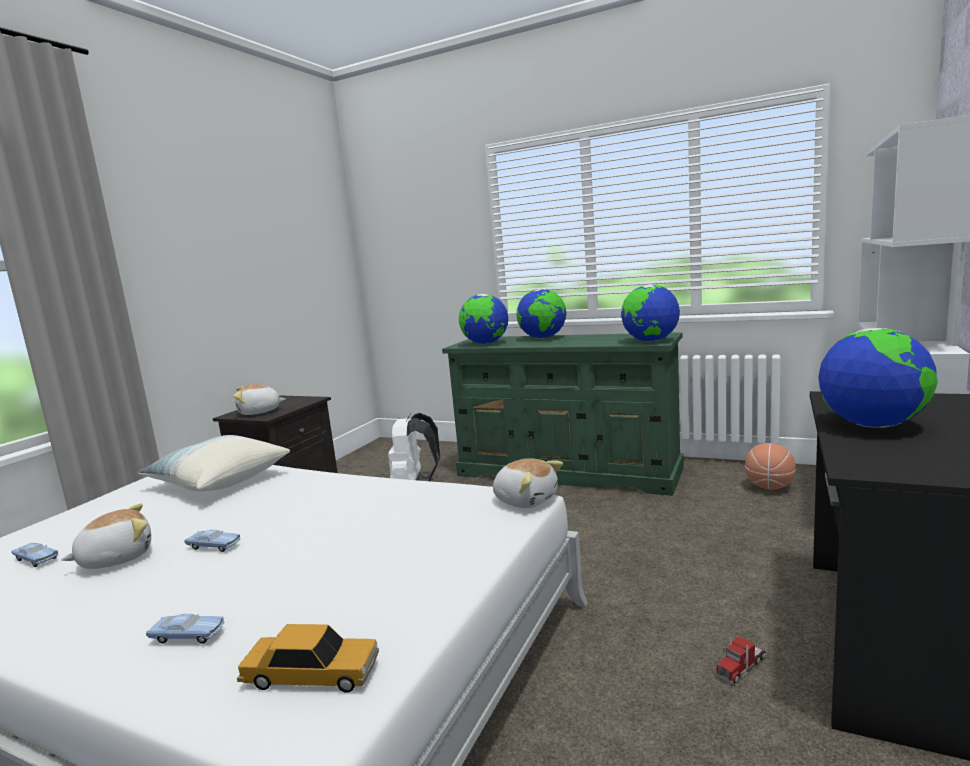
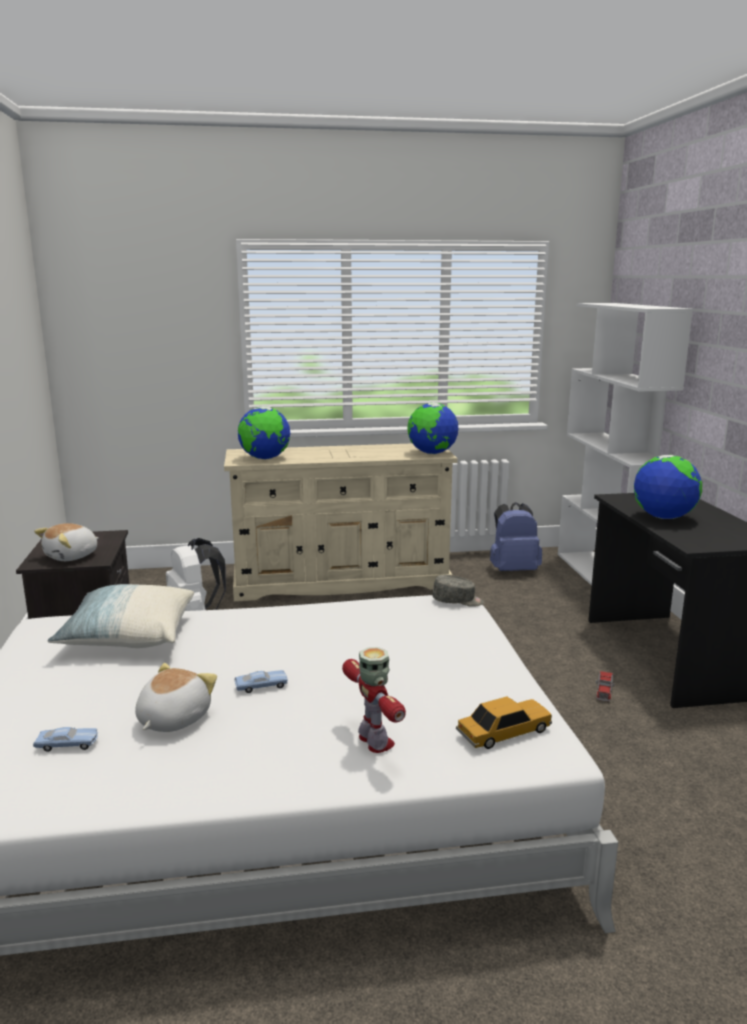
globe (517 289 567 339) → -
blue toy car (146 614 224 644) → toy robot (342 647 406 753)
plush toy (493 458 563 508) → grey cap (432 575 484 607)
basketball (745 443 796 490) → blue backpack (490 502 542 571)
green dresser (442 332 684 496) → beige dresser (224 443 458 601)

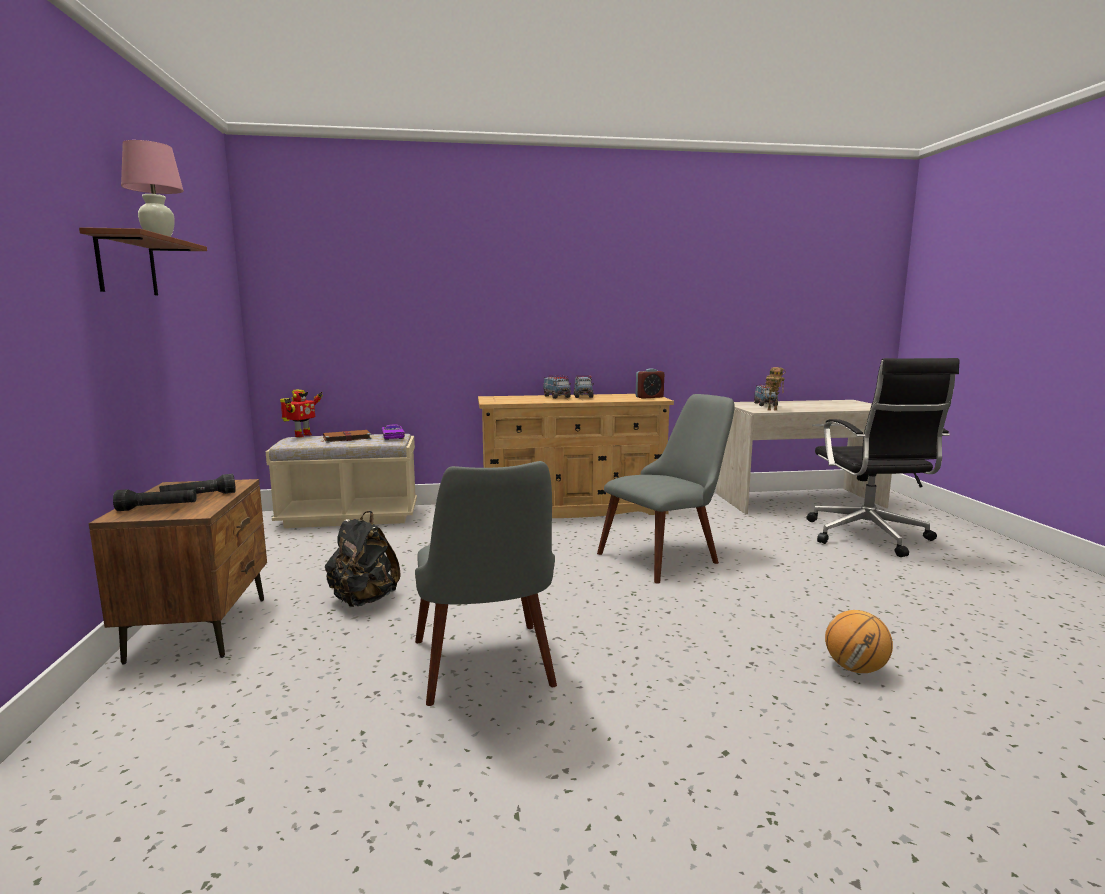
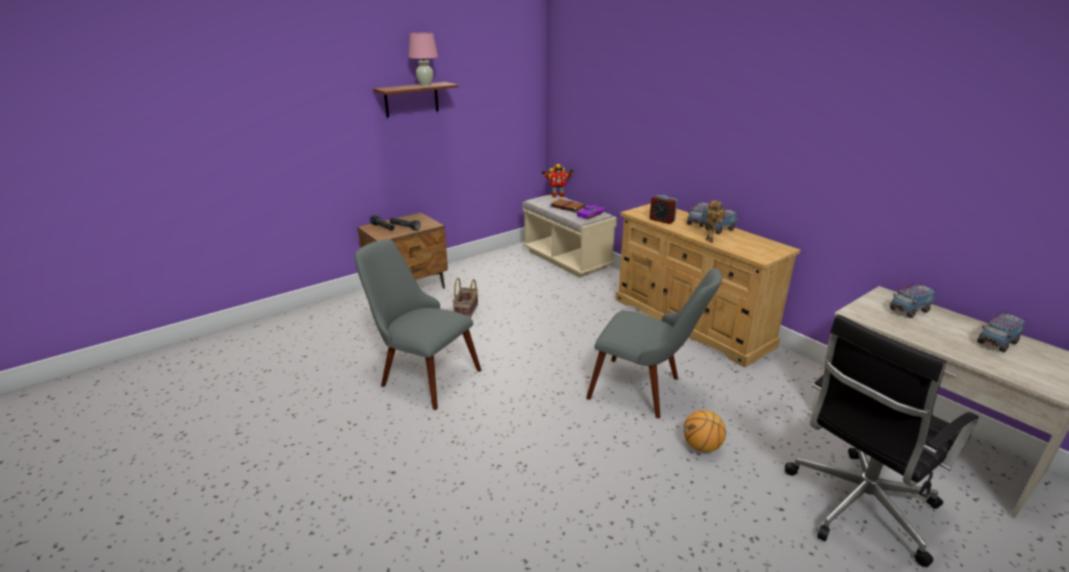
- → toy truck (977 312 1026 352)
alarm clock (636 368 664 399) → alarm clock (649 195 677 224), relocated
toy robot (765 367 785 411) → toy robot (702 201 725 243), relocated
basketball (825 610 893 673) → basketball (683 410 726 452), relocated
black backpack (325 511 401 607) → basket (452 278 478 318)
grey chair (415 461 557 706) → grey chair (354 239 481 410), 75 degrees clockwise

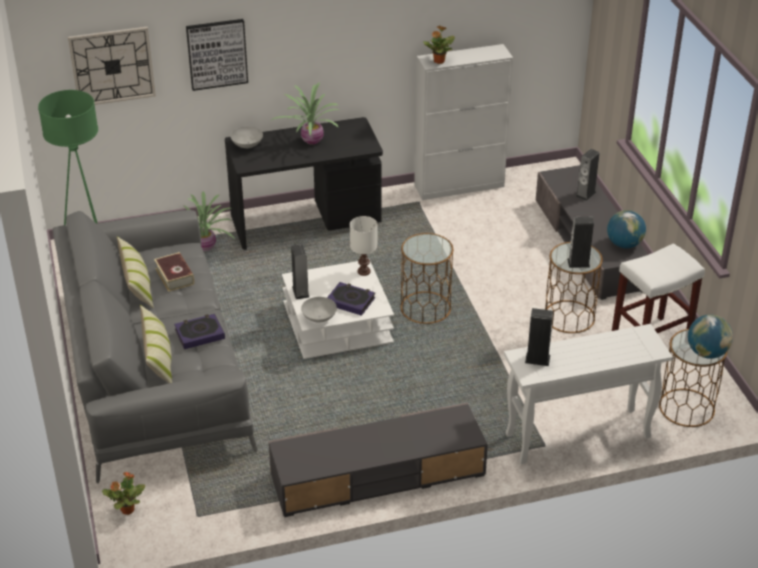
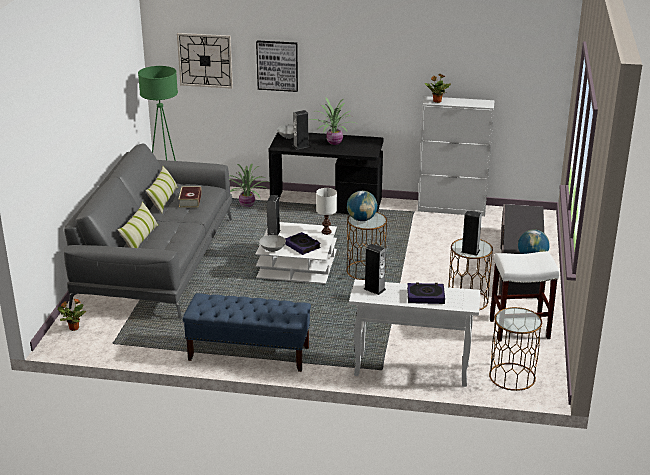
book (174 314 225 349) → book (407 282 445 304), relocated
speaker (576 149 600 201) → speaker (293 110 309 149), relocated
globe (688 314 733 359) → globe (347 191 377 221), relocated
grey tv stand (268 402 488 517) → blue bench (183 293 311 372)

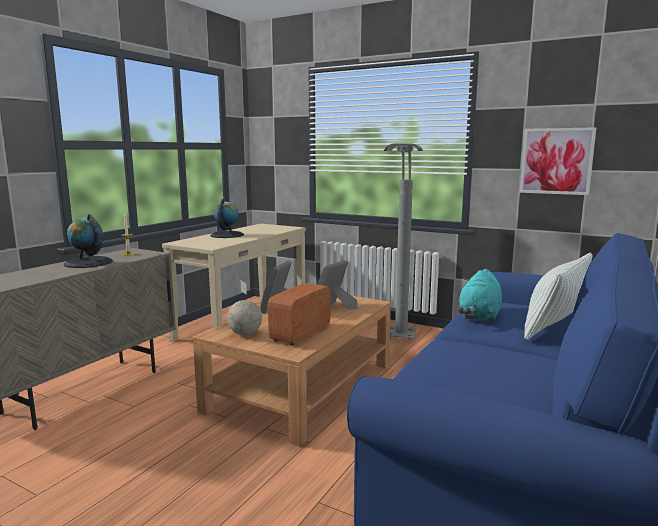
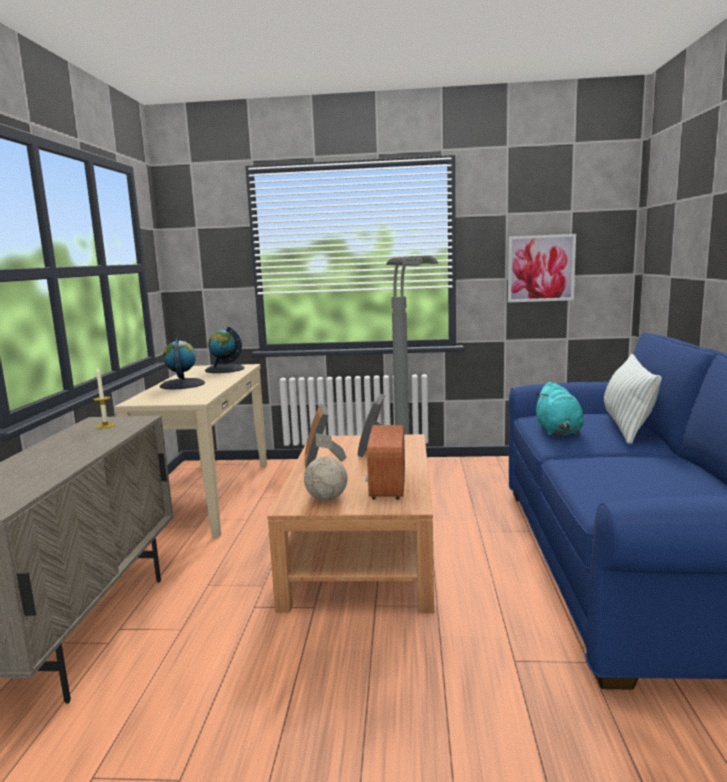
globe (64 214 113 268) → globe (205 326 244 373), relocated

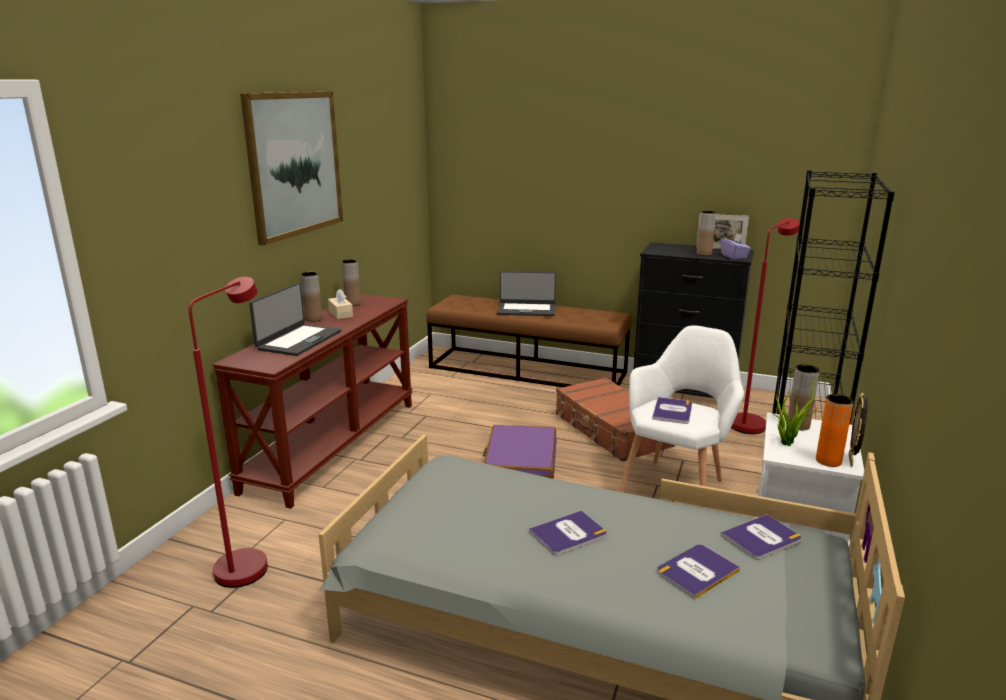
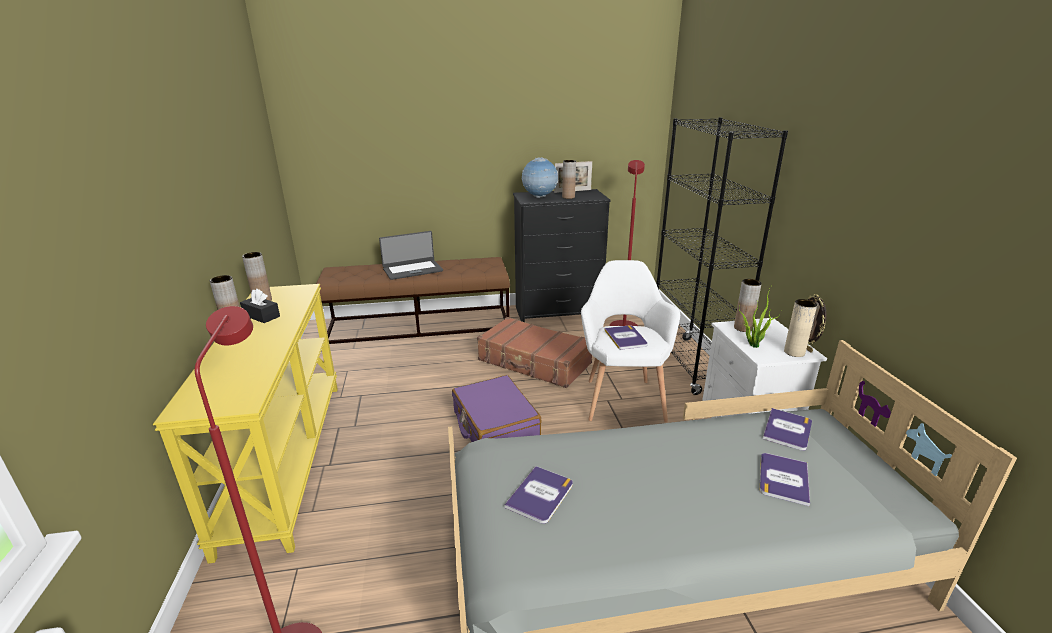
picture (240 92 343 245) → -
laptop (249 282 342 356) → -
purple tissue box (720 234 751 260) → -
- → globe (521 157 558 198)
book (529 510 607 555) → book (504 466 573 524), relocated
brown console table (212 294 413 509) → yellow console table (153 284 338 564)
beige tissue box (328 289 353 319) → black tissue box (240 289 280 323)
orange vase (816 394 854 467) → beige vase (784 299 817 357)

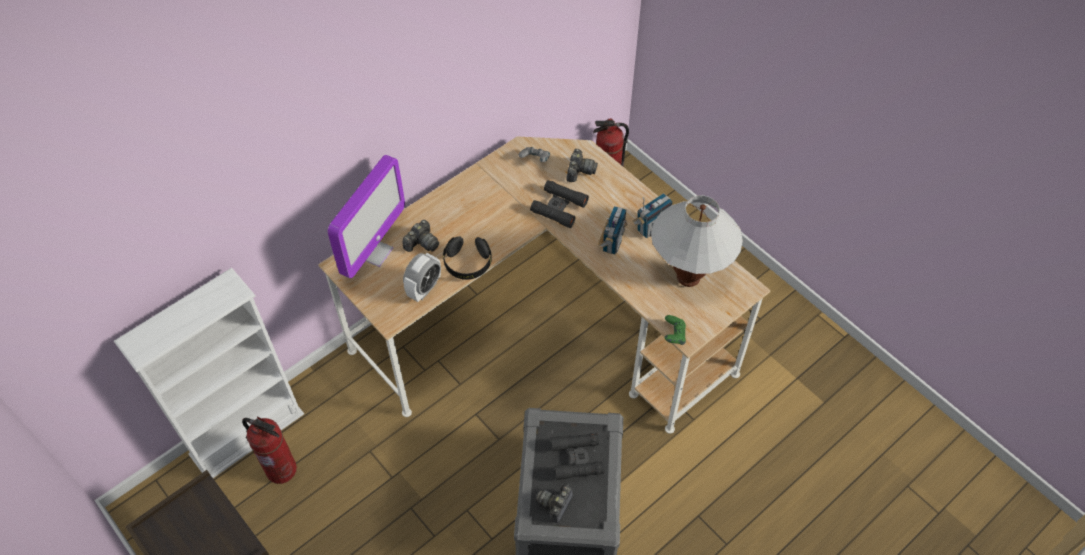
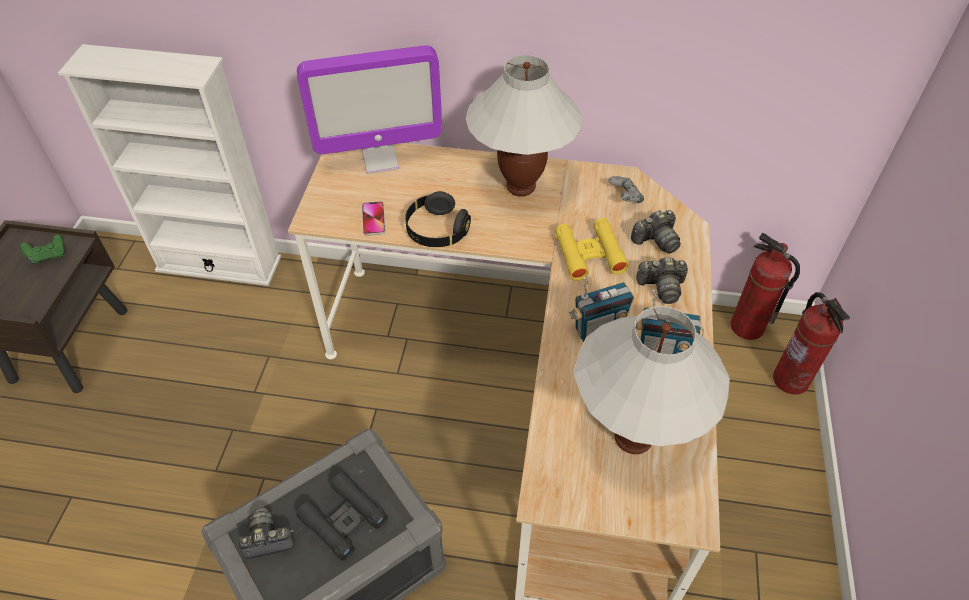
- → white table lamp (466 55 583 197)
fire extinguisher (242 416 297 484) → fire extinguisher (773 292 850 395), relocated
photo camera (402 220 439 252) → photo camera (636 257 688 304), relocated
green game controller (665 315 686 345) → green game controller (20 235 64 264), relocated
alarm clock (403 253 441 302) → phone (362 201 385 236)
black binoculars (530 180 589 228) → yellow binoculars (555 218 629 281)

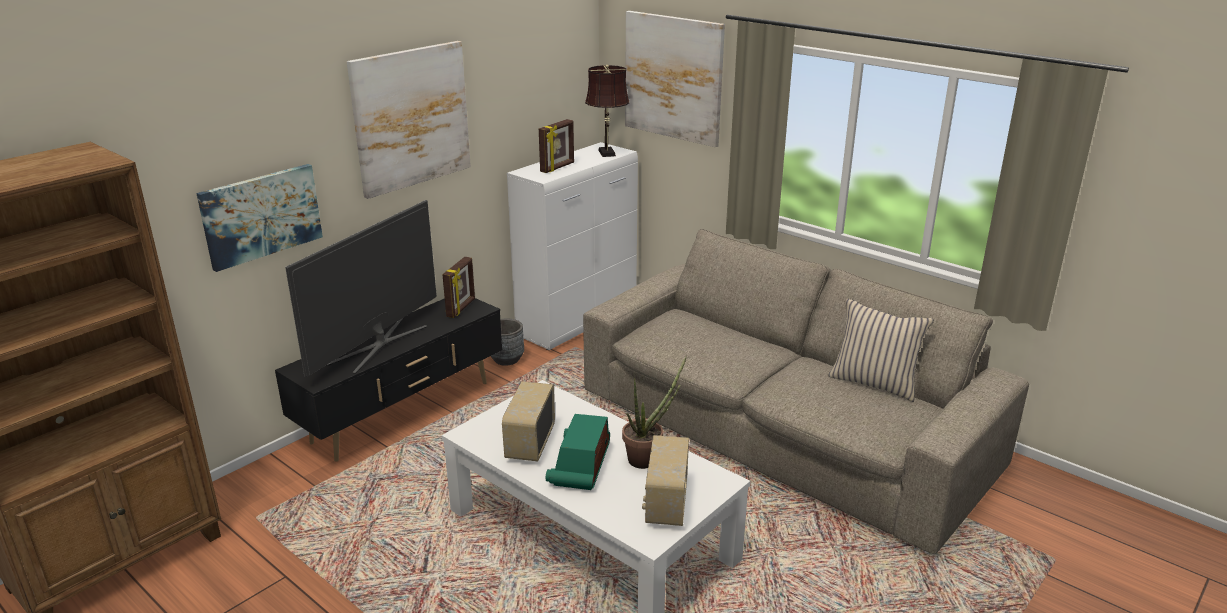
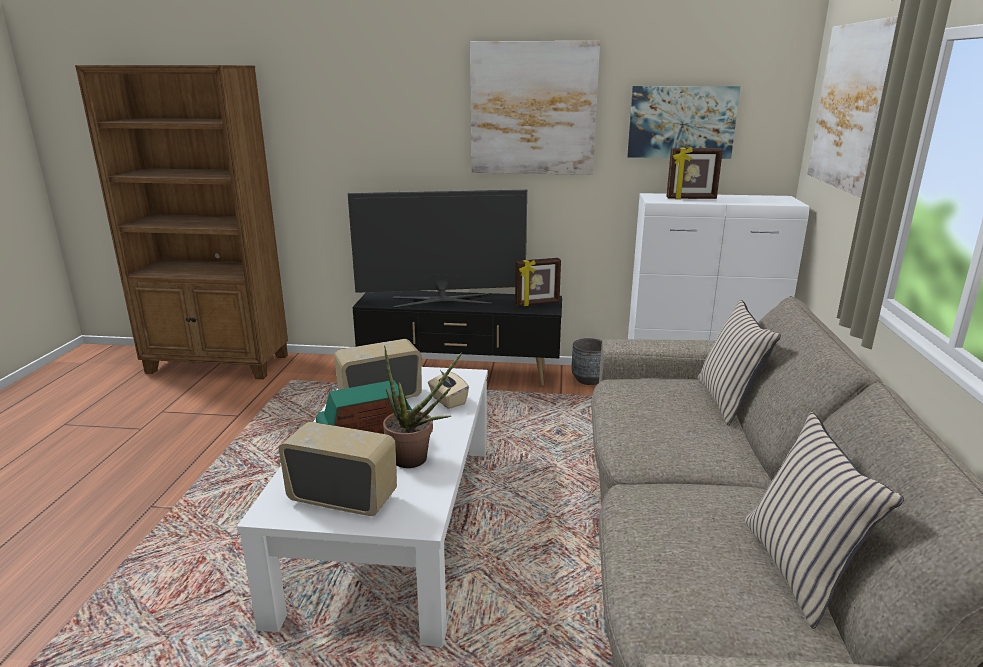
brown table lamp (585 64 629 157) → -
- → beige tissue box (428 370 469 409)
- → beige pillow (697 300 781 426)
picture (196 164 323 272) → picture (627 86 740 159), relocated
radio (642 435 689 526) → radio (279 422 397 516), 45 degrees clockwise

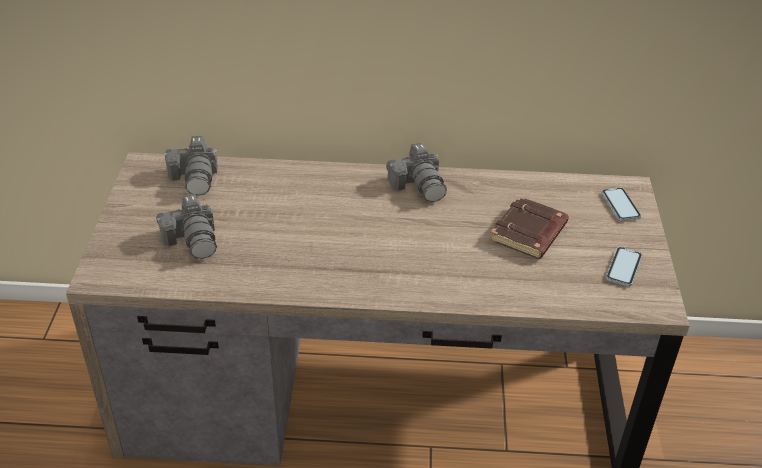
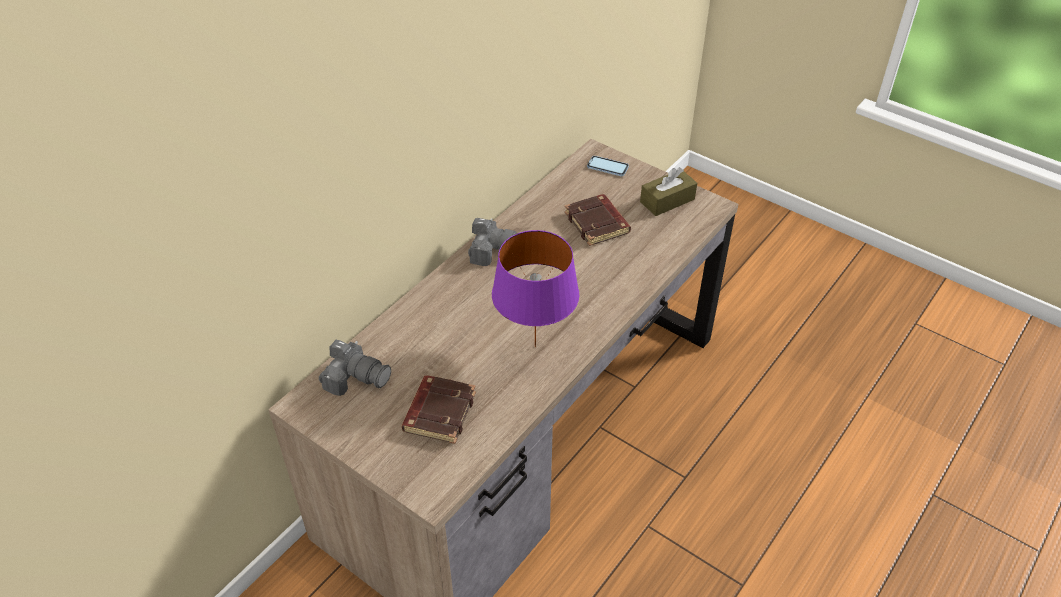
- → purple table lamp (492 230 579 347)
photo camera (156 194 217 259) → brown book (402 375 476 444)
phone (606 247 642 286) → brown tissue box (640 167 697 216)

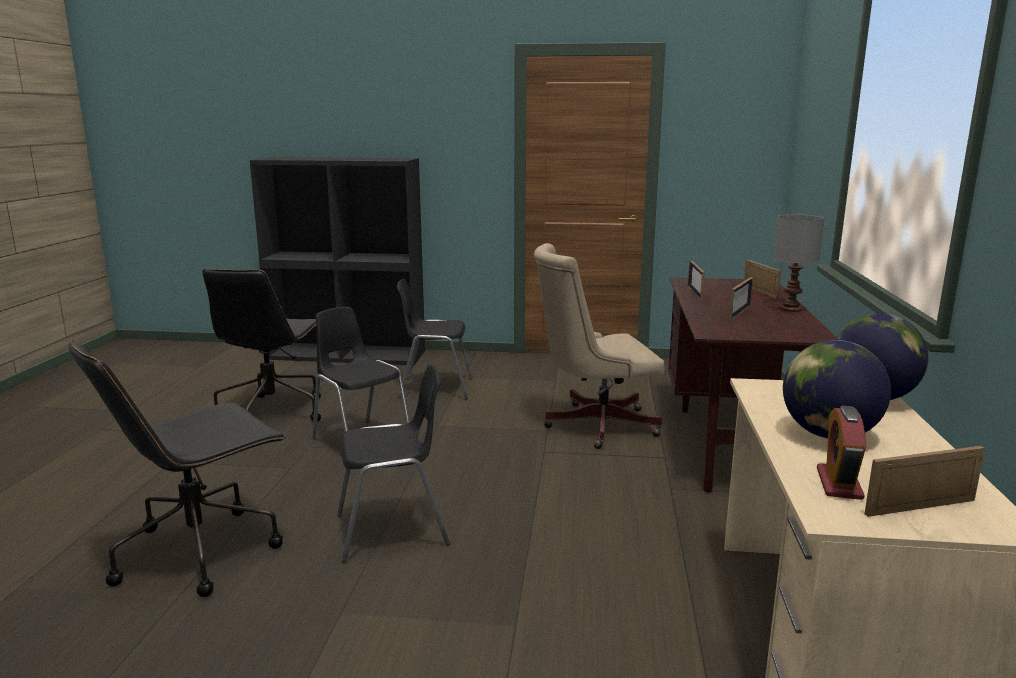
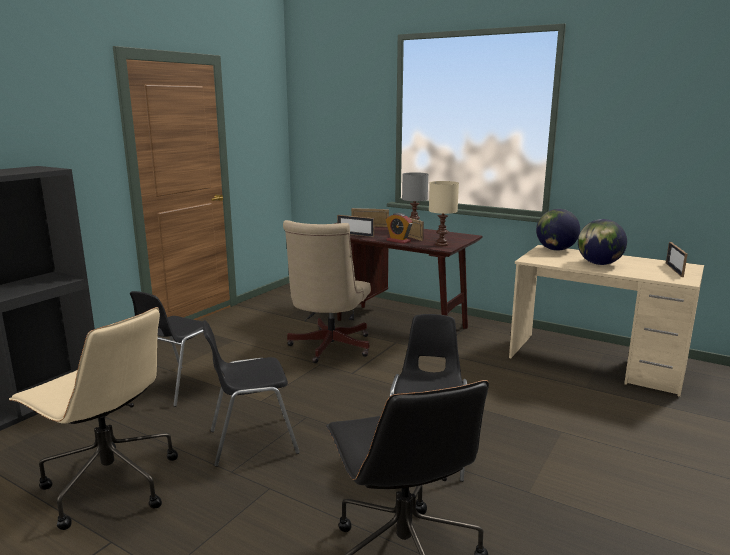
- → beige table lamp (429 181 459 246)
alarm clock (817 405 866 500) → alarm clock (386 213 413 244), relocated
black office chair (203 269 321 422) → beige office chair (9 307 178 530)

